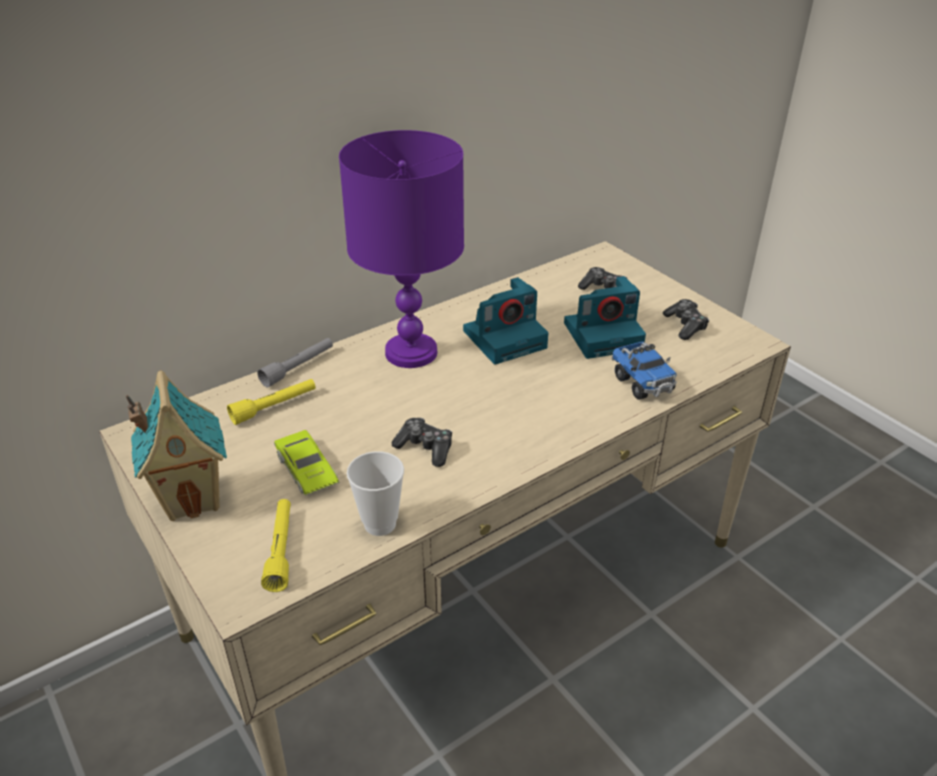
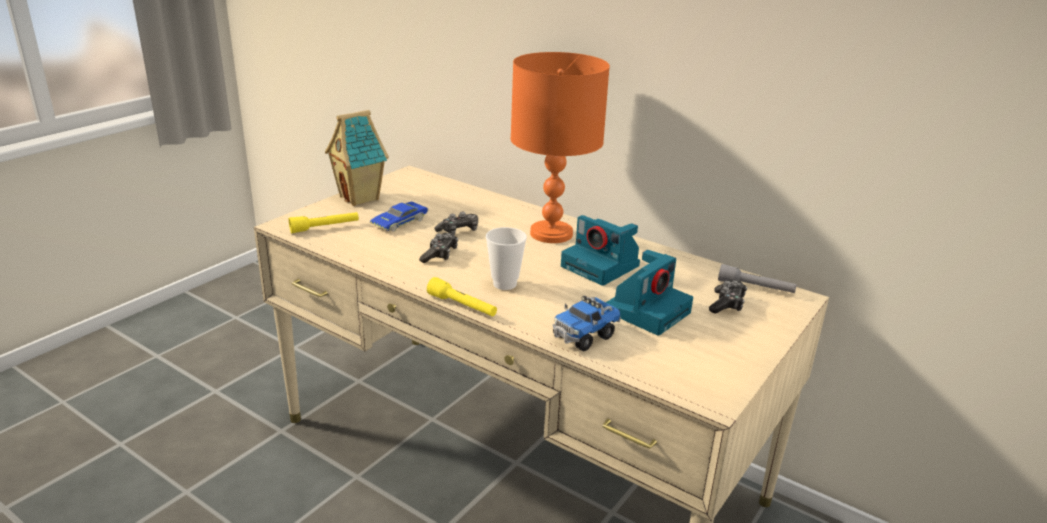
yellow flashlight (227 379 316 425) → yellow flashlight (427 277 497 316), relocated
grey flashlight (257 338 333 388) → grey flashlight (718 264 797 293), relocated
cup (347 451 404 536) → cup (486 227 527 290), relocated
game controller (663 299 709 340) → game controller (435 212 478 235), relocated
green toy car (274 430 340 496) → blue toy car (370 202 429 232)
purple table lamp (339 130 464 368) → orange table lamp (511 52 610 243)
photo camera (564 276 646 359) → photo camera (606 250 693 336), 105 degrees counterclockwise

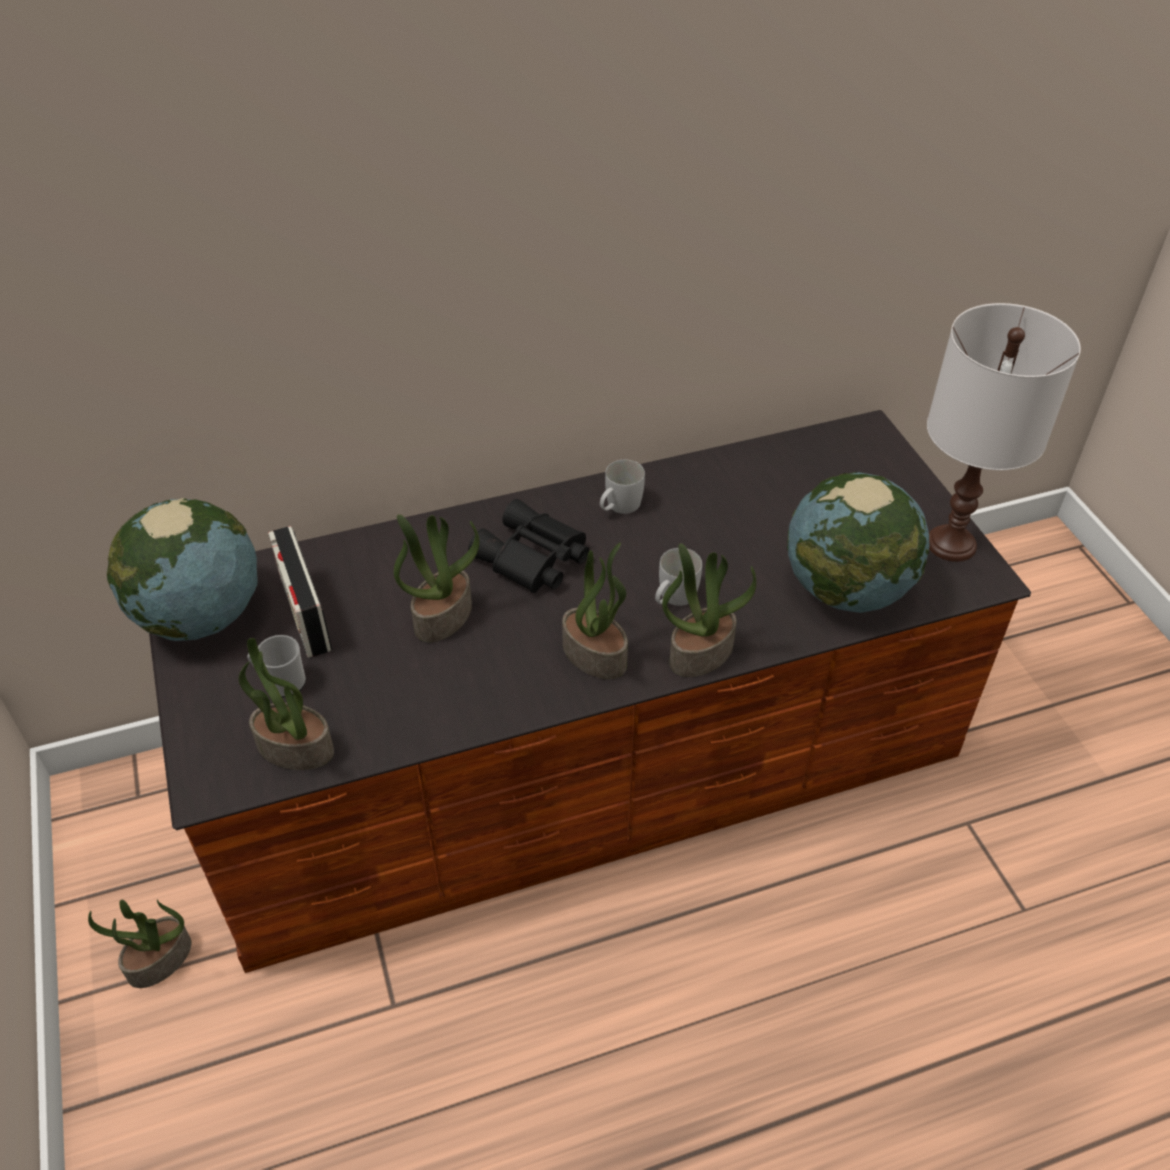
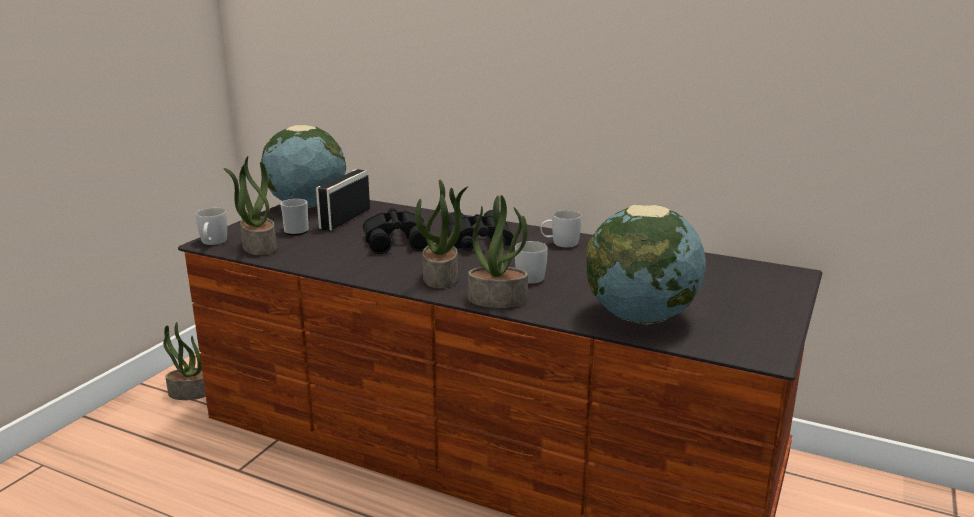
white table lamp (927 303 1081 562) → -
- → white mug (196 208 227 245)
potted plant (394 514 479 642) → black binoculars (363 208 428 254)

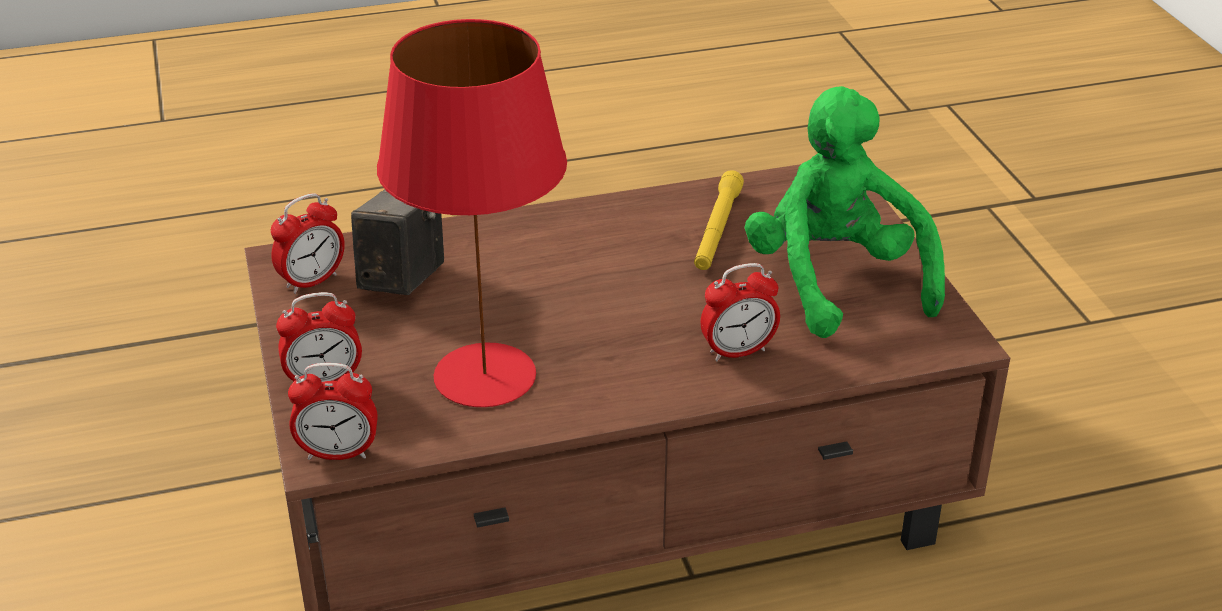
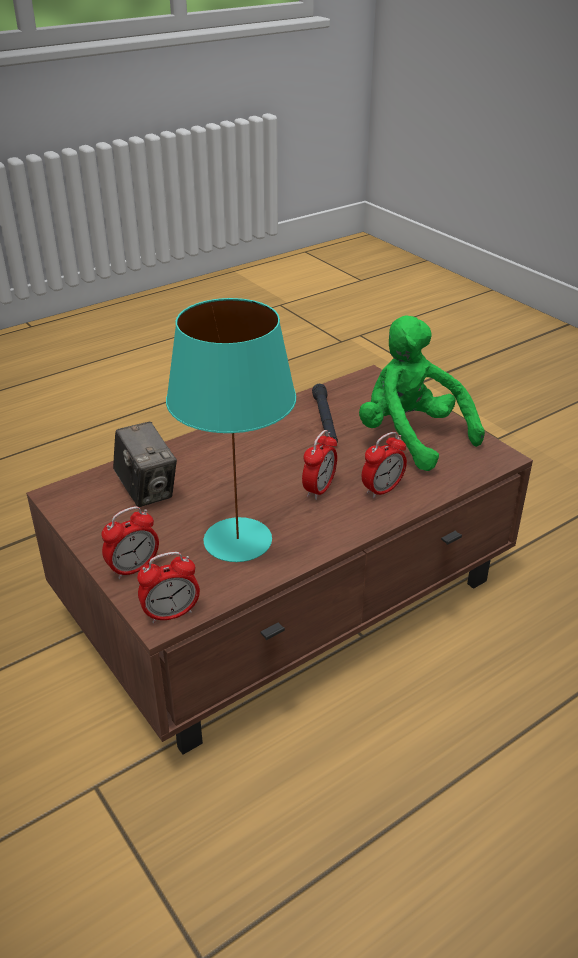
alarm clock (271 193 345 294) → alarm clock (302 430 337 500), relocated
red table lamp (377 19 567 407) → turquoise table lamp (166 298 296 562)
yellow flashlight (694 170 744 270) → black flashlight (312 384 338 443)
photo camera (351 190 444 295) → photo camera (113 422 177 507), 150 degrees clockwise

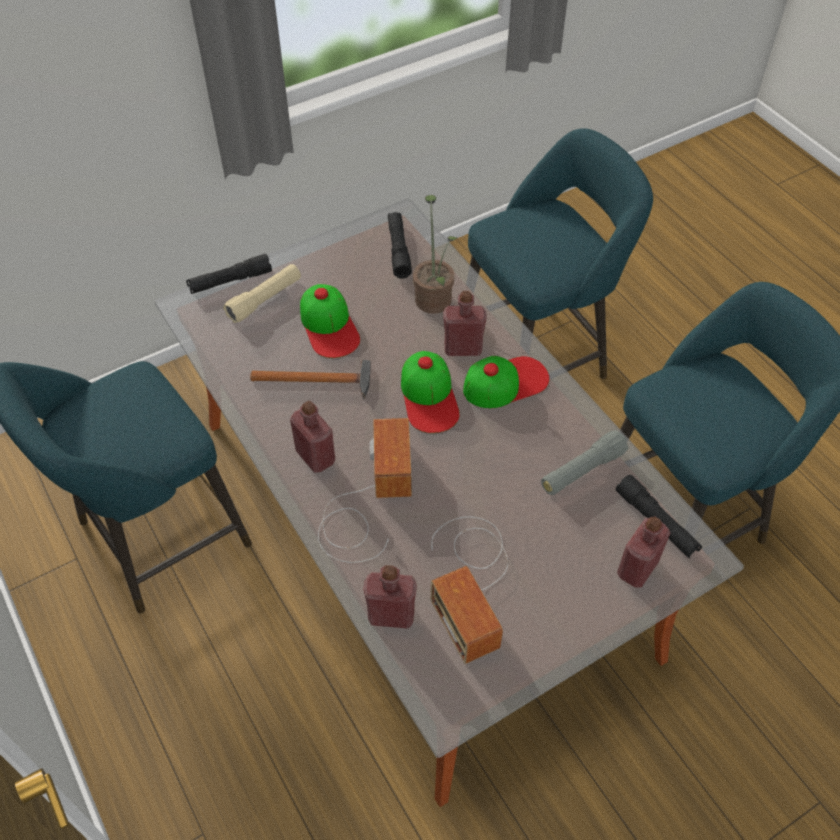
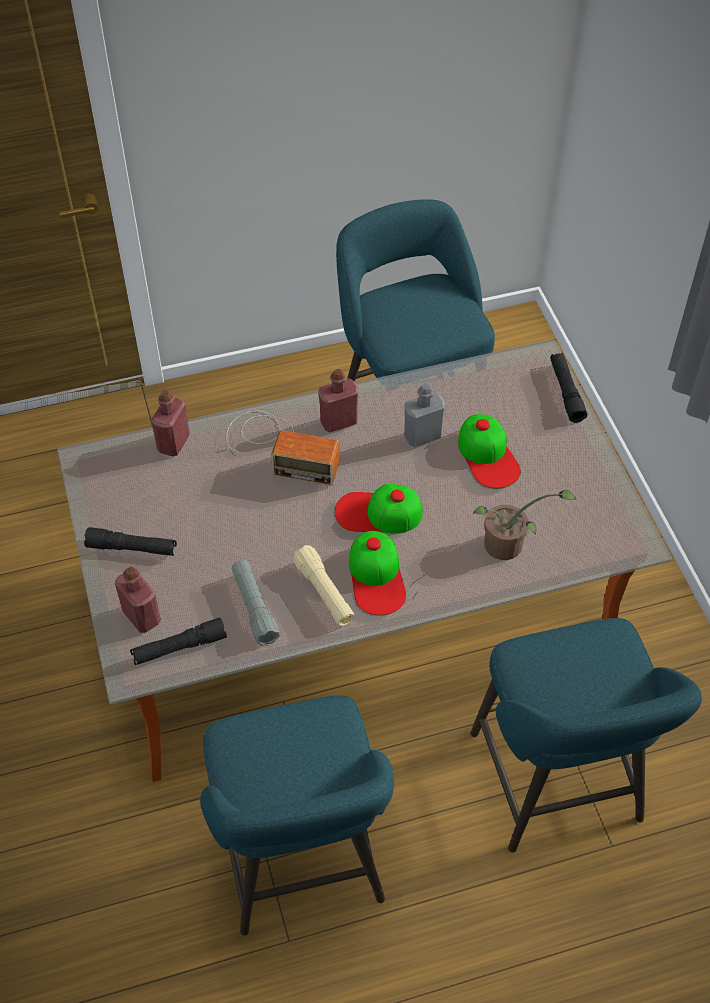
radio (431 516 508 664) → -
red bottle (443 291 487 356) → -
beige flashlight (223 264 301 323) → beige flashlight (293 545 354 626), relocated
black flashlight (388 212 412 279) → black flashlight (84 527 177 556), relocated
hammer (250 360 371 399) → grey bottle (404 383 445 447)
cap (300 284 360 358) → cap (458 414 521 489), 105 degrees counterclockwise

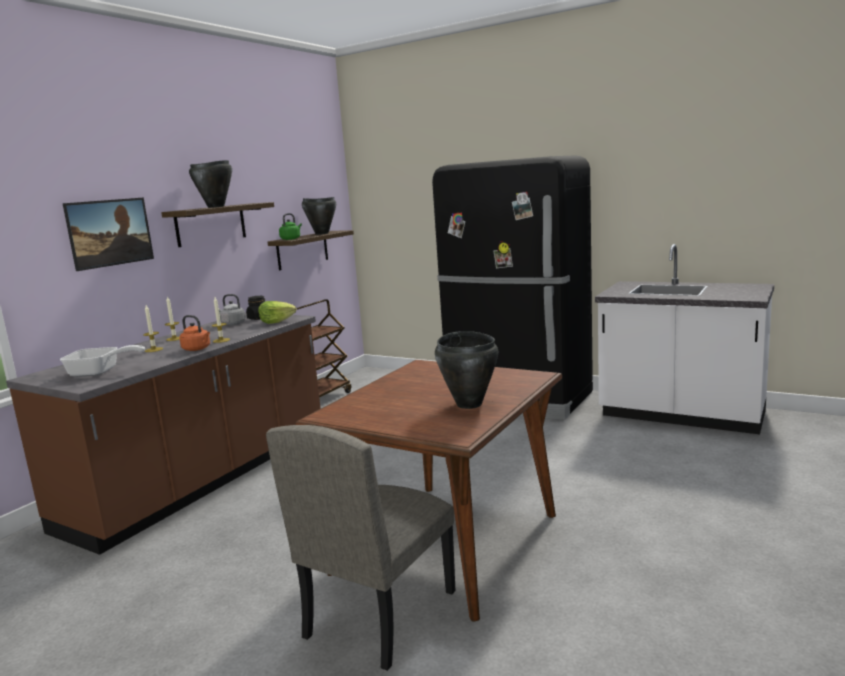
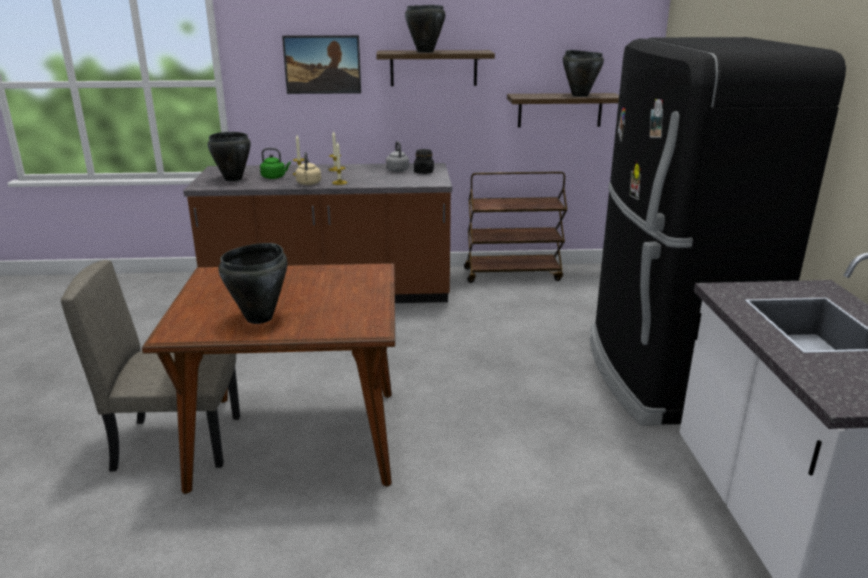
lettuce (258 301 296 324) → -
green kettle (279 213 302 240) → green kettle (260 148 291 179), relocated
frying pan (60 345 145 377) → black cooking pot (208 132 251 182)
orange kettle (179 315 210 351) → beige kettle (295 152 321 185)

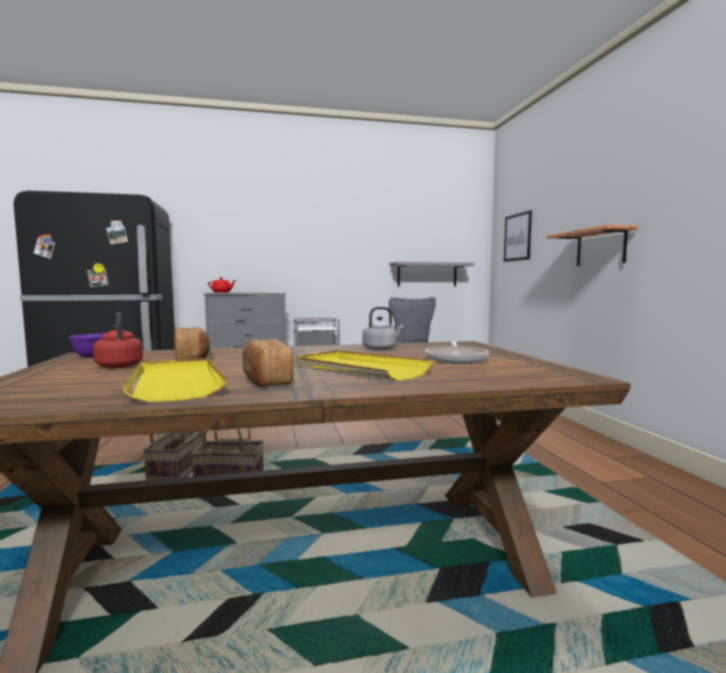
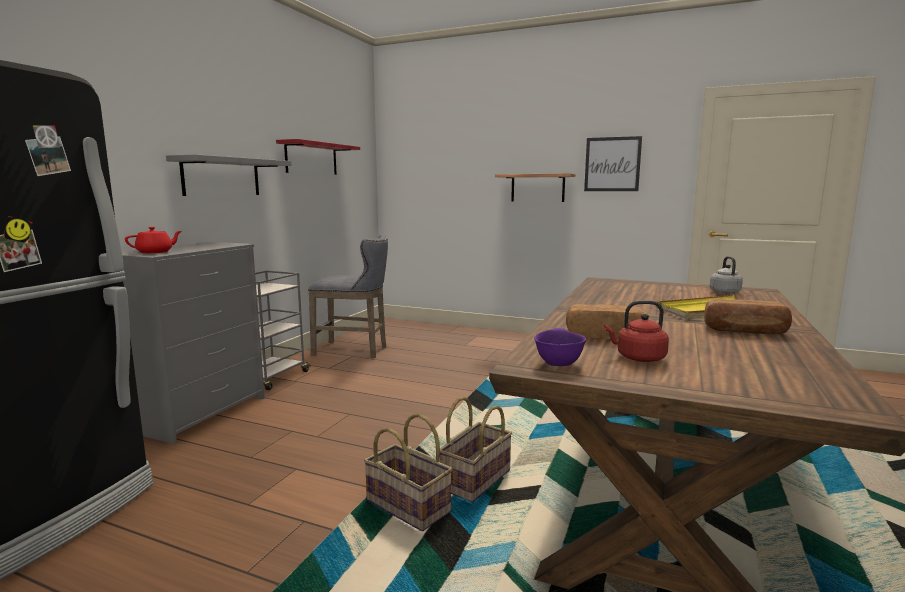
yellow tray (123 358 228 402) → -
frying pan (425 341 489 364) → -
- → red shelf (276 139 360 175)
grey kettle (362 307 404 350) → grey kettle (710 256 743 294), relocated
grey shelf (389 262 474 286) → grey shelf (166 154 292 196), relocated
picture (504 210 532 262) → picture (584 136 642 191), relocated

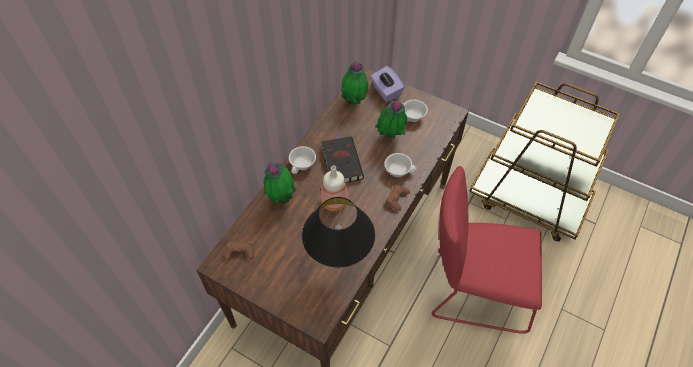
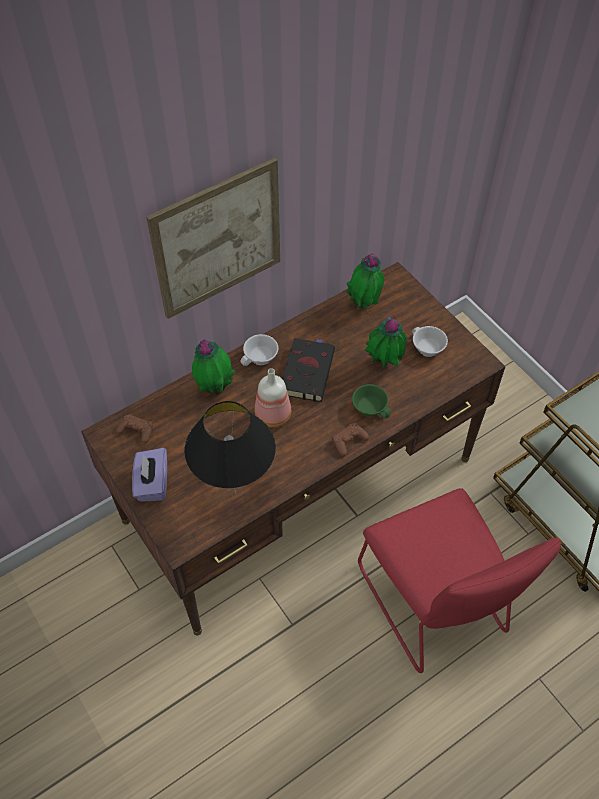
- → picture (146 157 280 319)
purple tissue box (370 66 404 102) → purple tissue box (132 448 167 502), relocated
white cup (385 153 416 177) → green cup (352 384 391 419)
red chair (432 166 542 334) → red chair (358 488 561 673), 150 degrees counterclockwise

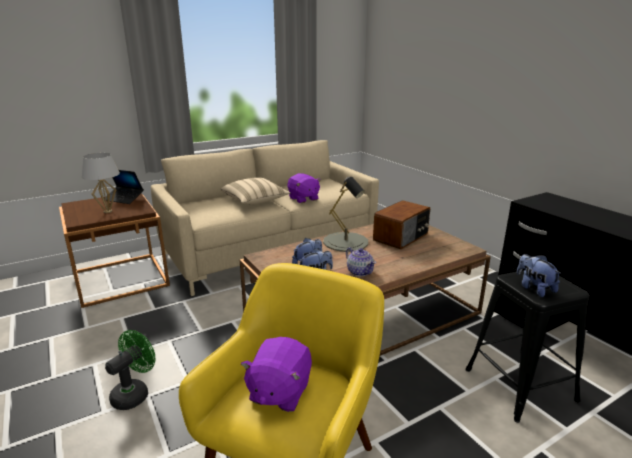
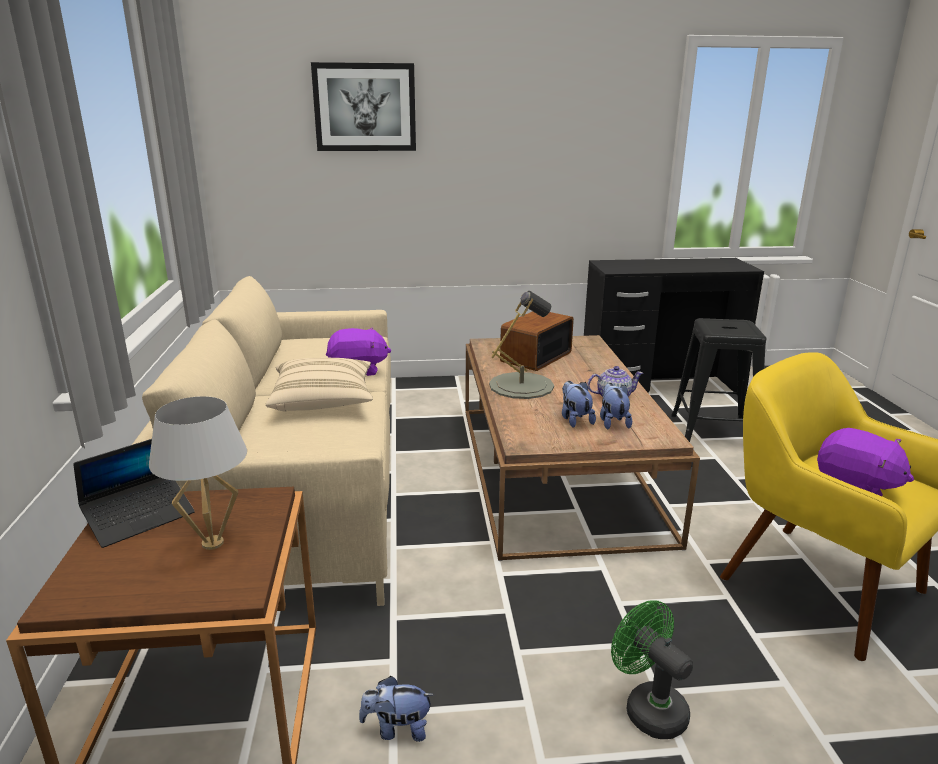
- → picture (311 62 416 151)
plush toy (517 254 561 297) → plush toy (359 676 434 742), relocated
radio (373 200 430 249) → radio (500 311 574 371), 120 degrees counterclockwise

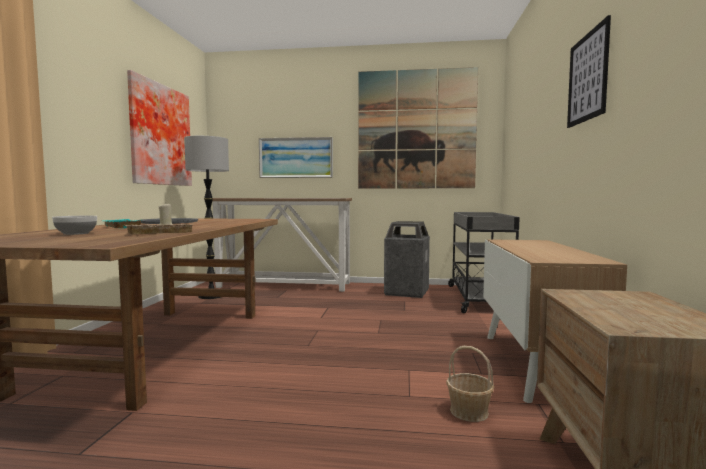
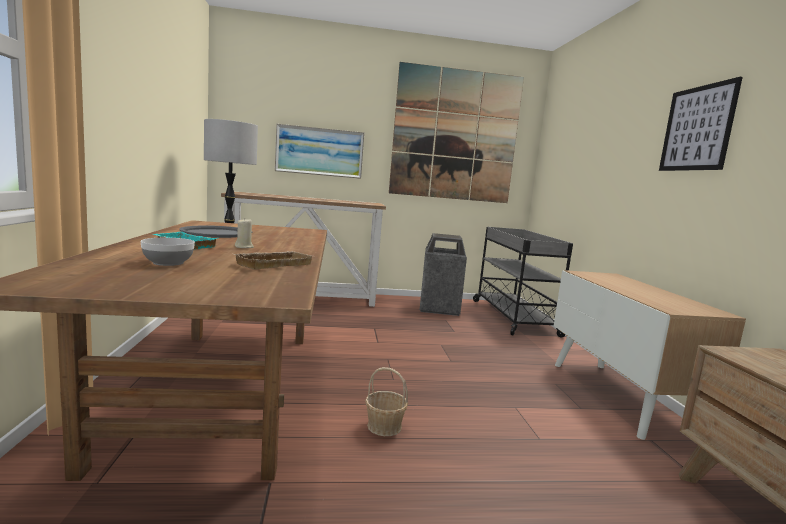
picture (127 70 192 186) → -
basket (446 346 494 422) → basket (365 367 408 436), relocated

